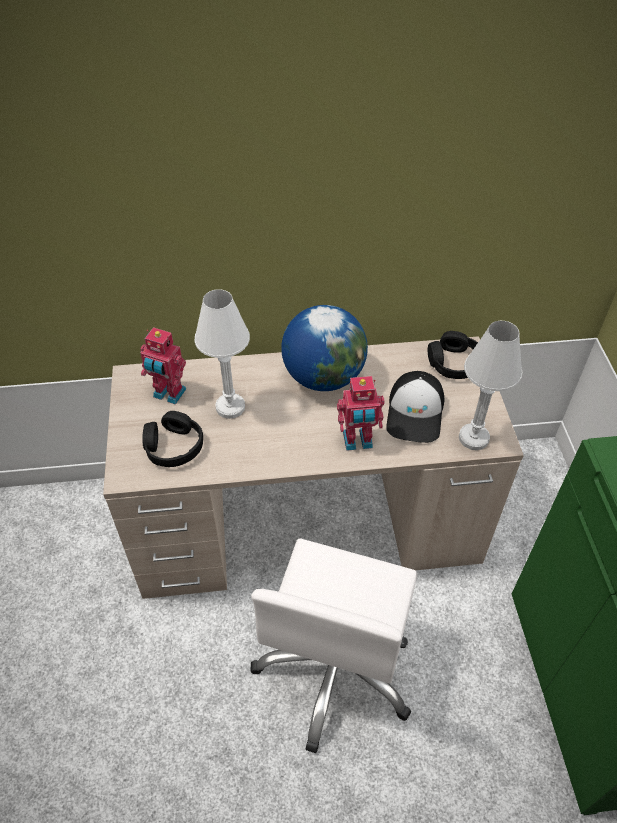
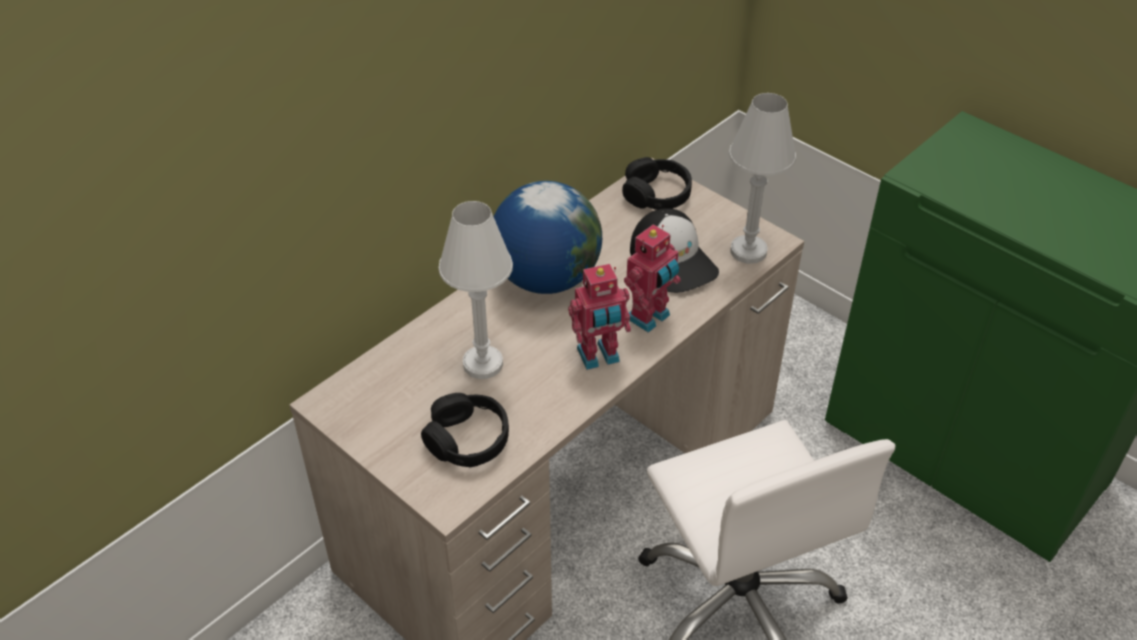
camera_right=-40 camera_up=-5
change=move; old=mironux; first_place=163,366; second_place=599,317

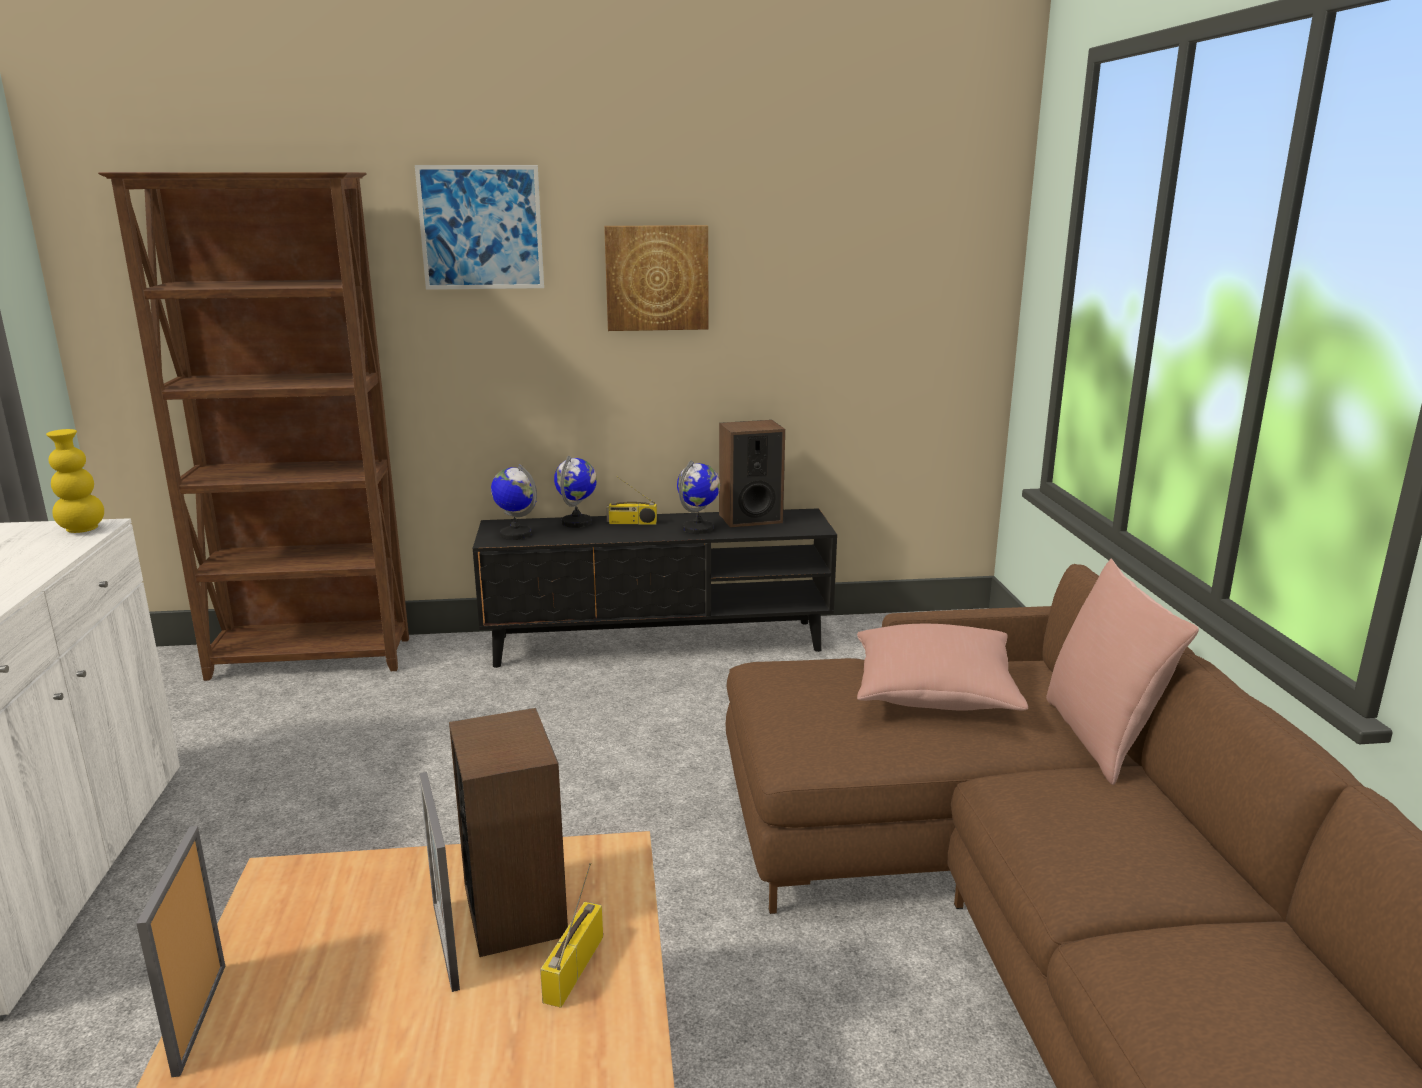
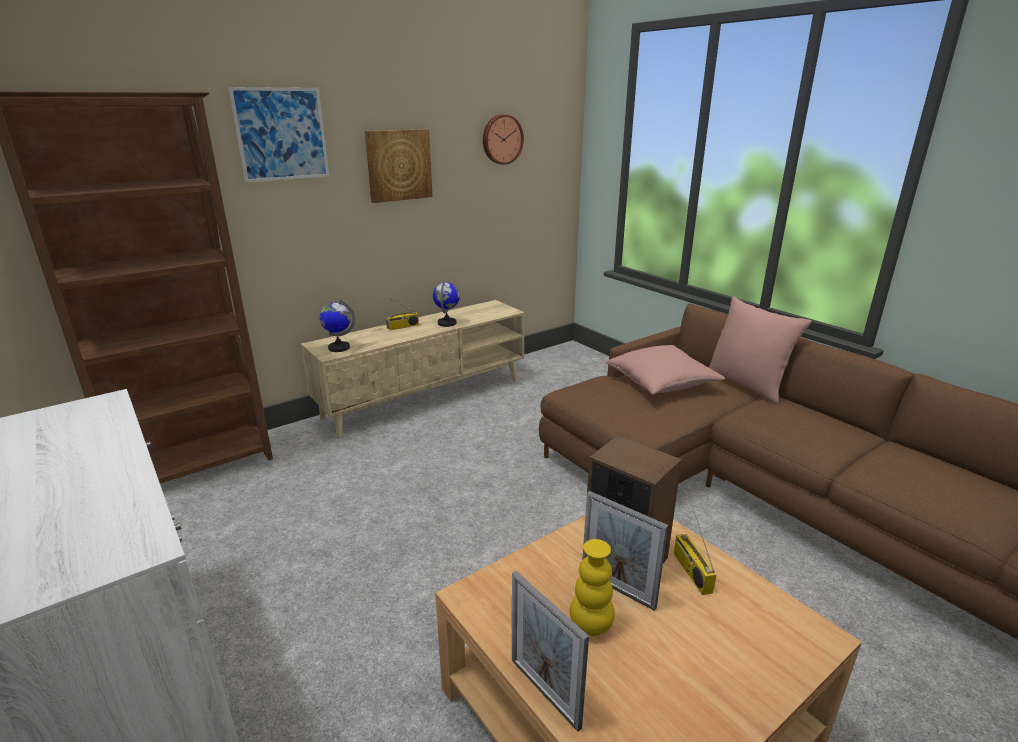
camera_right=-30 camera_up=5
change=delete; old=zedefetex; first_place=752,474
change=move; old=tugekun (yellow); first_place=75,481; second_place=592,587
change=delete; old=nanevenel; first_place=575,491
change=recolor; old=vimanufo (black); new=vimanufo (beige); first_place=655,588; second_place=413,369
change=insert; new=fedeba; second_place=503,139

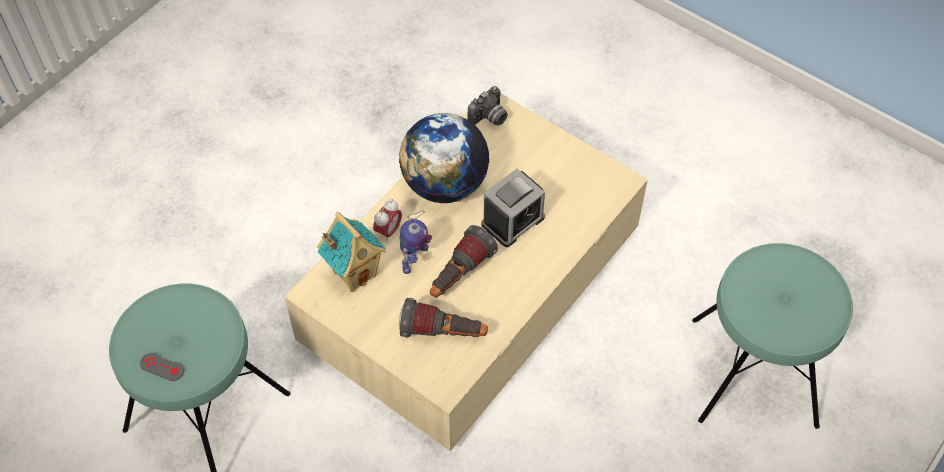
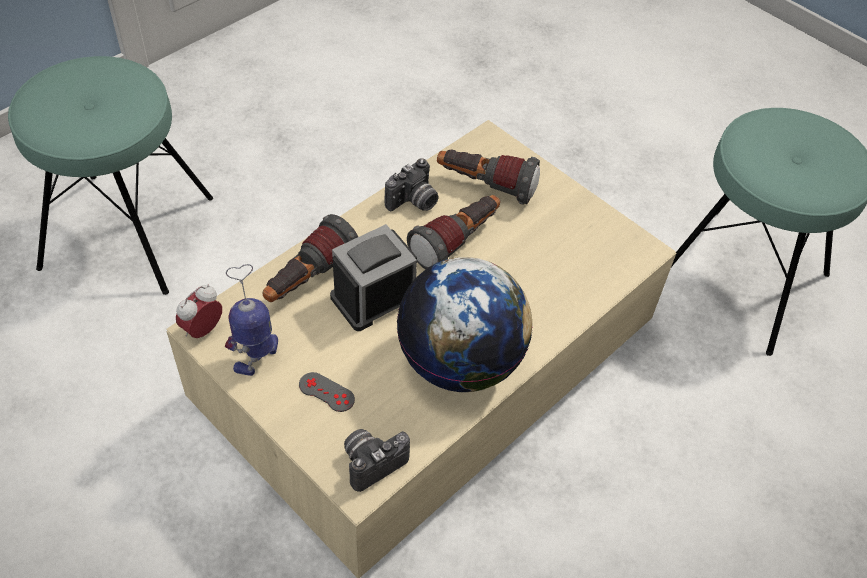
camera_right=-175 camera_up=-5
change=move; old=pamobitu; first_place=387,220; second_place=199,311
change=move; old=mironux; first_place=416,242; second_place=251,320
change=delete; old=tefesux; first_place=351,252
change=move; old=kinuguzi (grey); first_place=162,367; second_place=327,392
change=insert; new=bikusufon; second_place=412,184
change=insert; new=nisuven; second_place=310,258

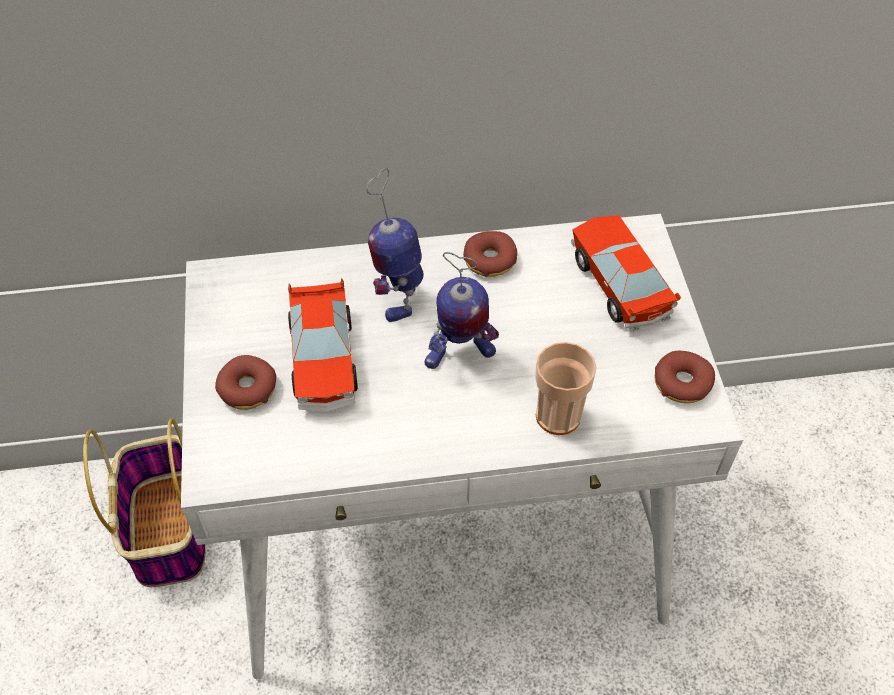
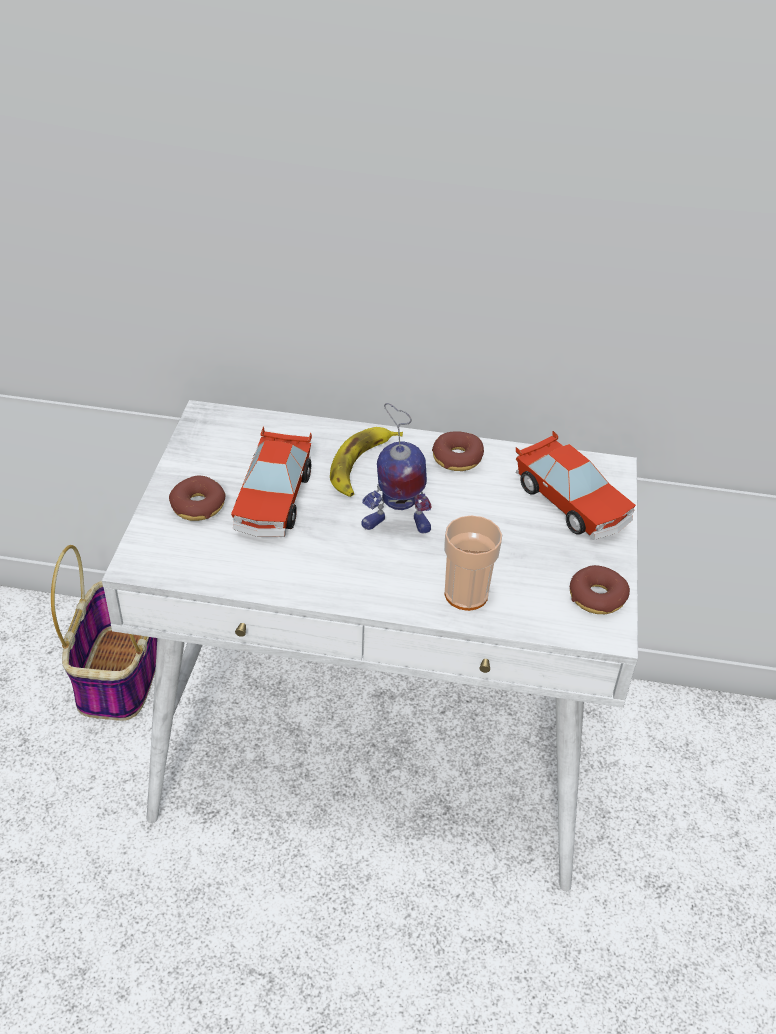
camera_right=15 camera_up=-10
change=replace; old=mironux; new=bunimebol; first_place=395,245; second_place=366,462
change=rotate; old=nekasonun; first_place=626,273; second_place=576,485; degrees=150

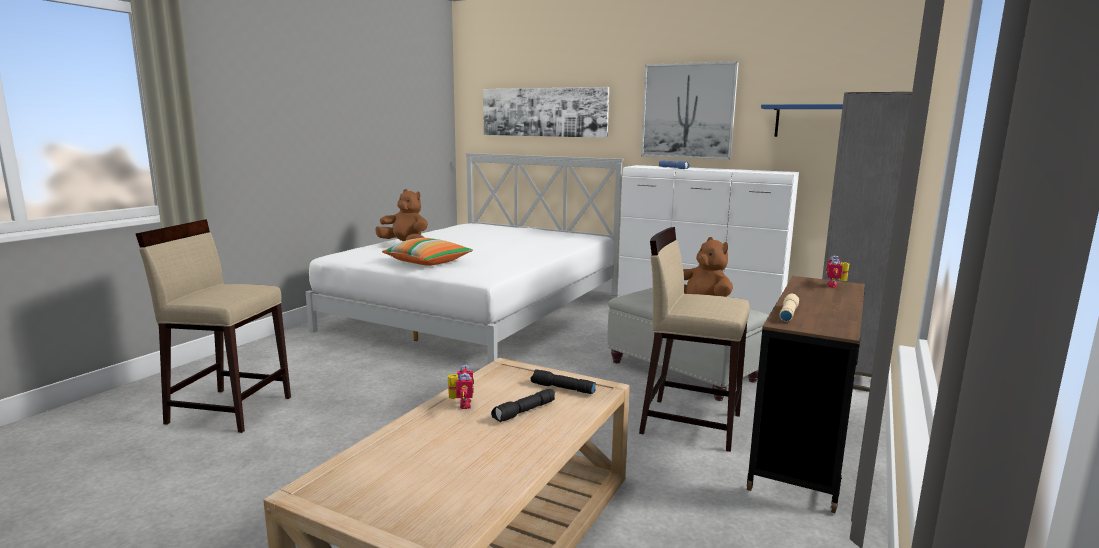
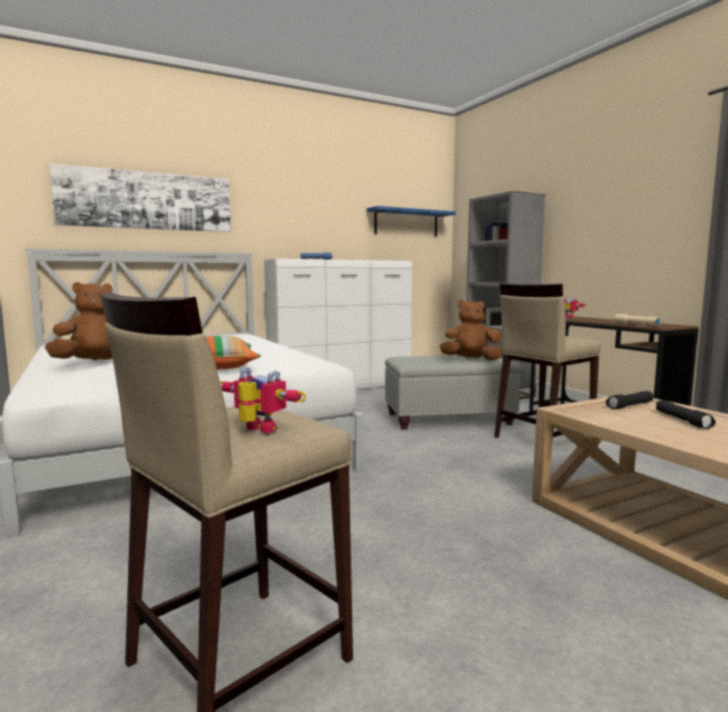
camera_right=-55 camera_up=-5
change=delete; old=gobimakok; first_place=690,110
change=move; old=mironux; first_place=461,387; second_place=263,400

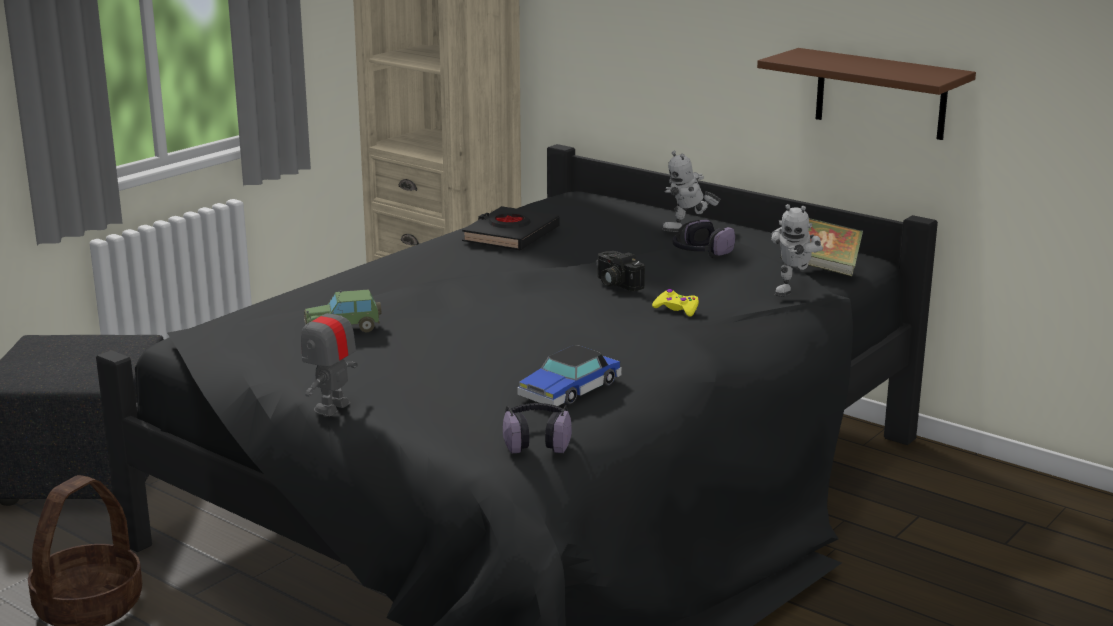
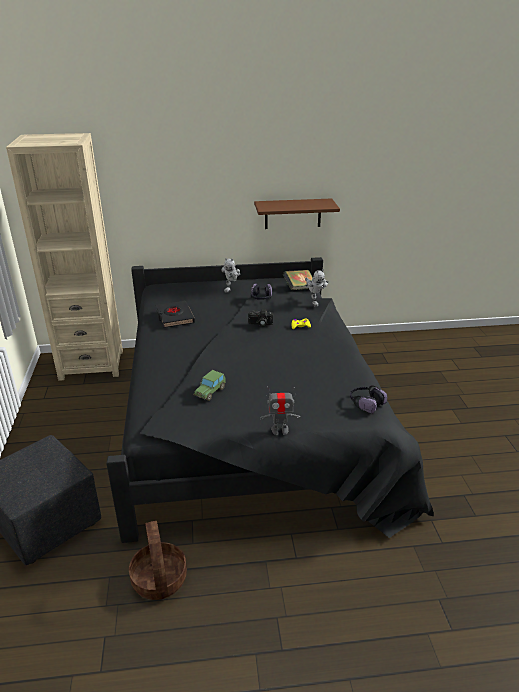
camera_right=-45 camera_up=10
change=rotate; old=mironux; first_place=329,353; second_place=280,411; degrees=-75
change=delete; old=nekasonun; first_place=569,375

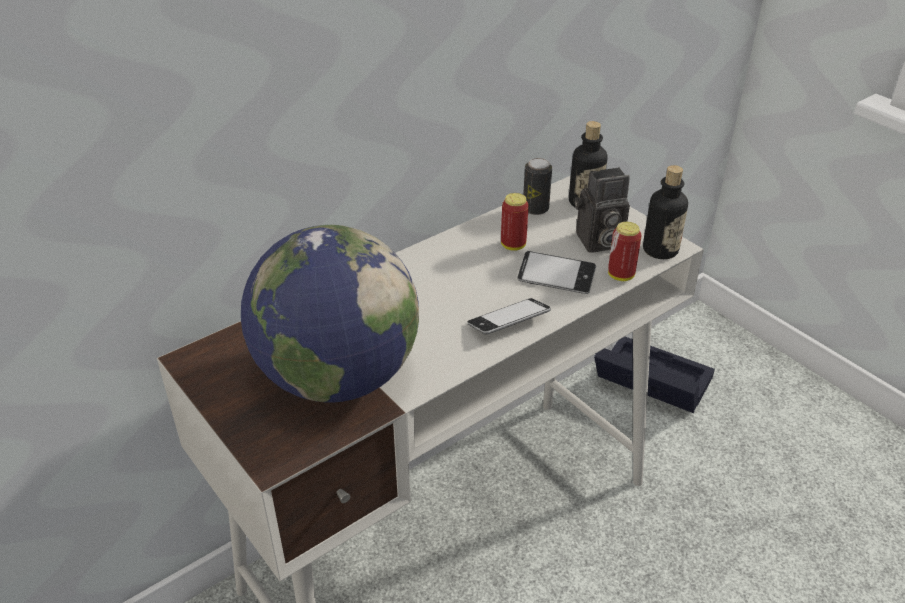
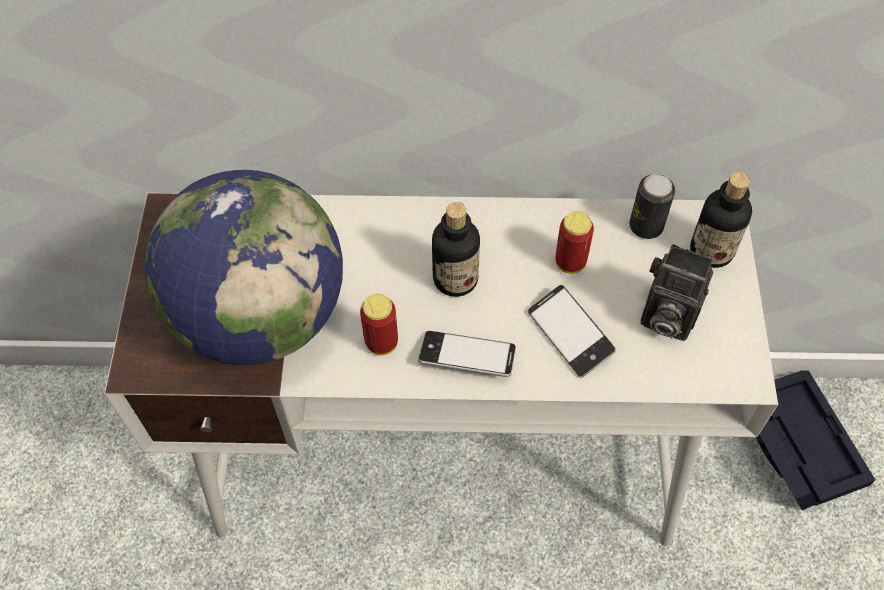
camera_right=40 camera_up=20
change=move; old=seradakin; first_place=665,212; second_place=456,249
change=move; old=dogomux; first_place=625,251; second_place=379,324

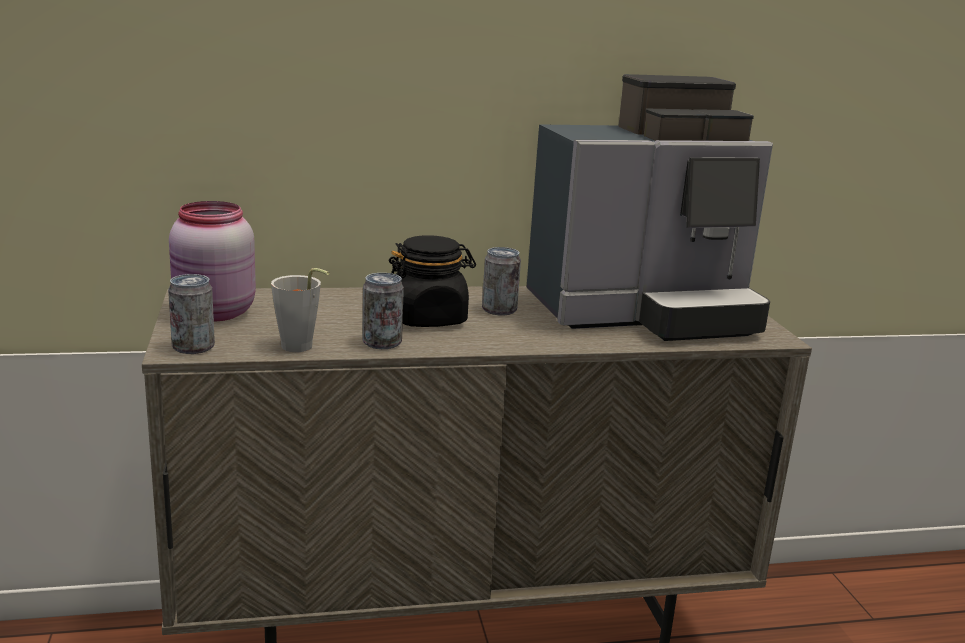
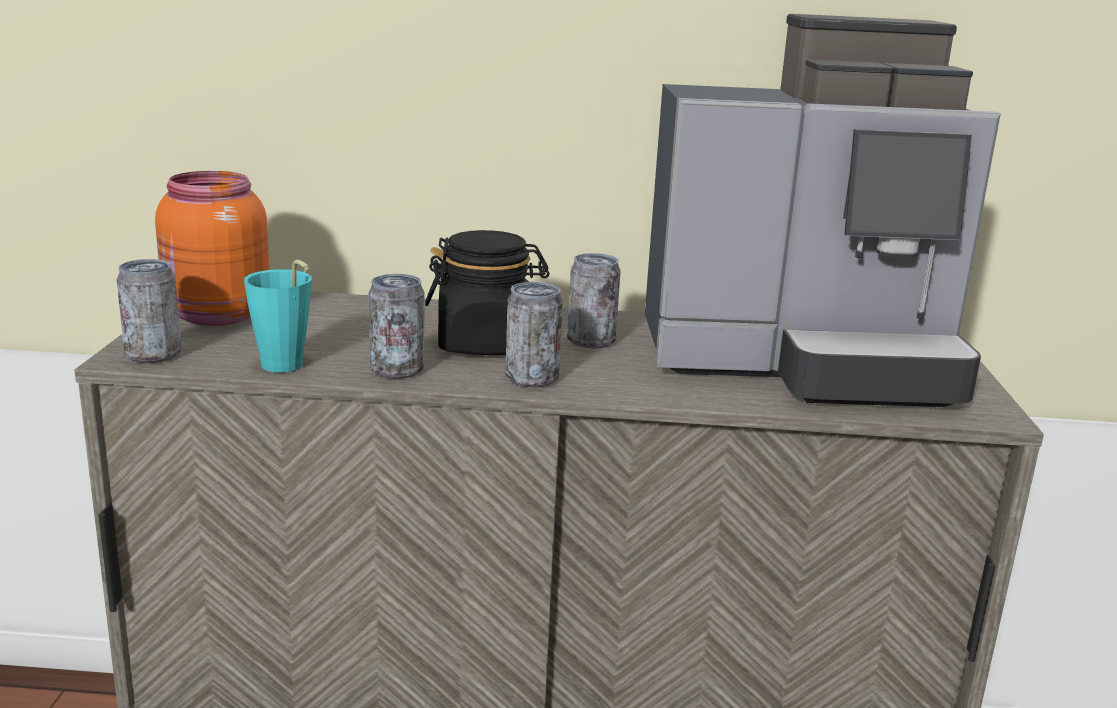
camera_right=15 camera_up=0
change=recolor; old=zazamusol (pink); new=zazamusol (orange); first_place=212,261; second_place=212,248
change=recolor; old=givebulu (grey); new=givebulu (turquoise); first_place=300,310; second_place=278,316
change=insert; new=dogomux; second_place=534,334

